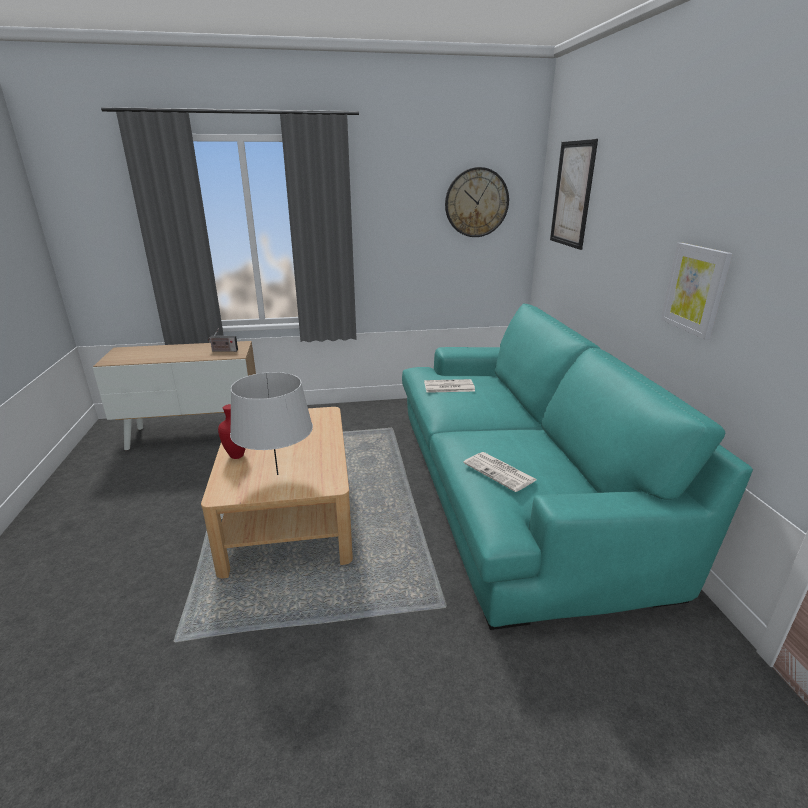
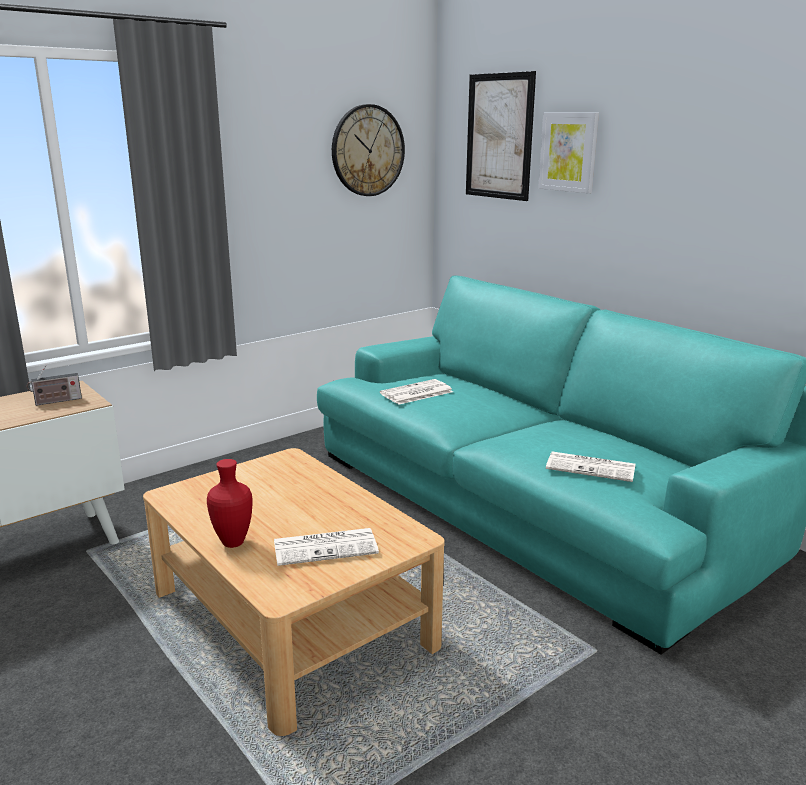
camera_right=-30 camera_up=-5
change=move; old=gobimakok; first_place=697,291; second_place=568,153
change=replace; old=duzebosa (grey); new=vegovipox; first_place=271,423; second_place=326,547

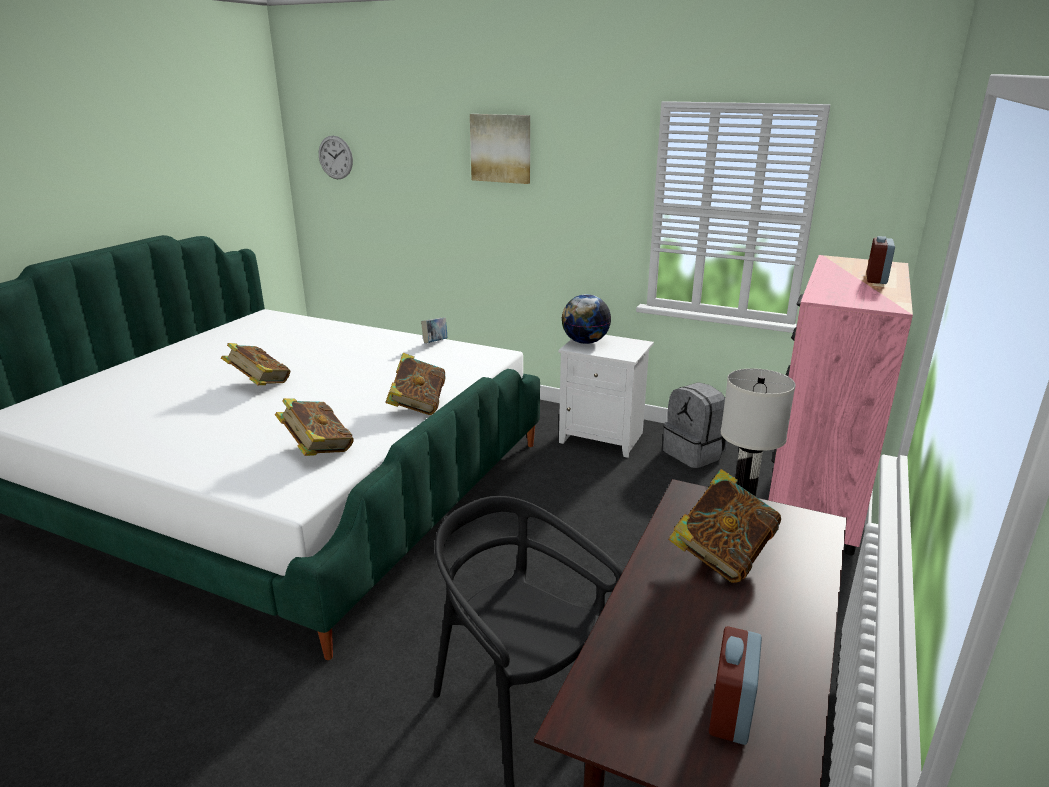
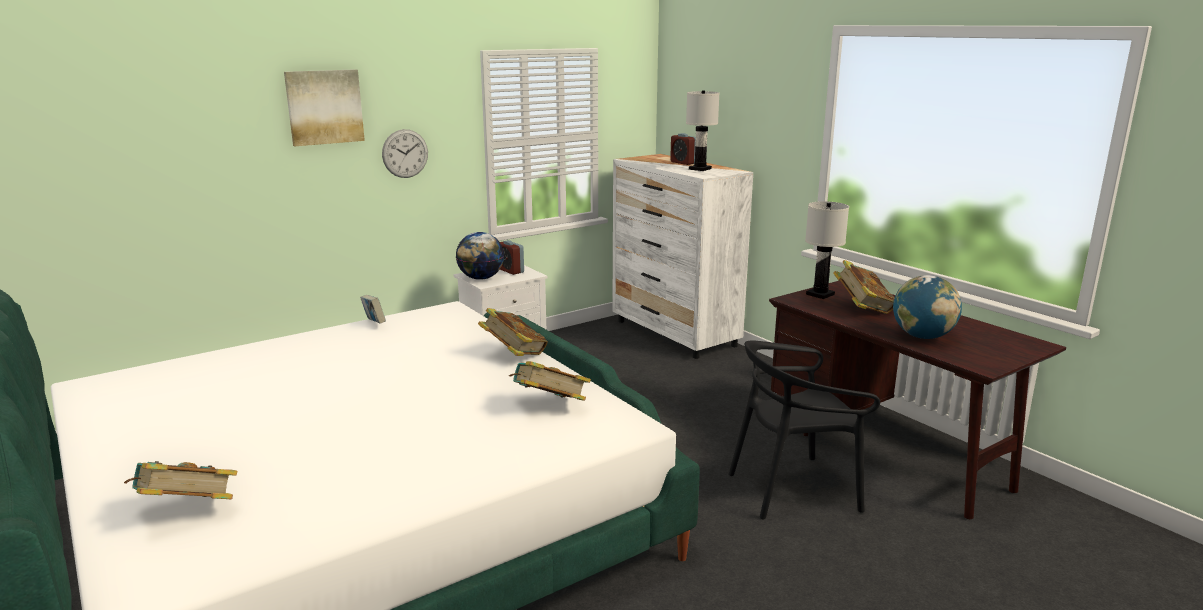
camera_right=-60 camera_up=-5
change=move; old=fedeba; first_place=336,157; second_place=405,153
change=recolor; old=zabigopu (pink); new=zabigopu (white); first_place=840,405; second_place=682,256
change=move; old=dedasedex; first_place=255,364; second_place=180,480
change=delete; old=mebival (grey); first_place=695,425
change=move; old=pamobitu; first_place=735,685; second_place=512,257
change=insert; new=duzebosa (white); second_place=703,131
change=insert; new=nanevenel; second_place=927,307

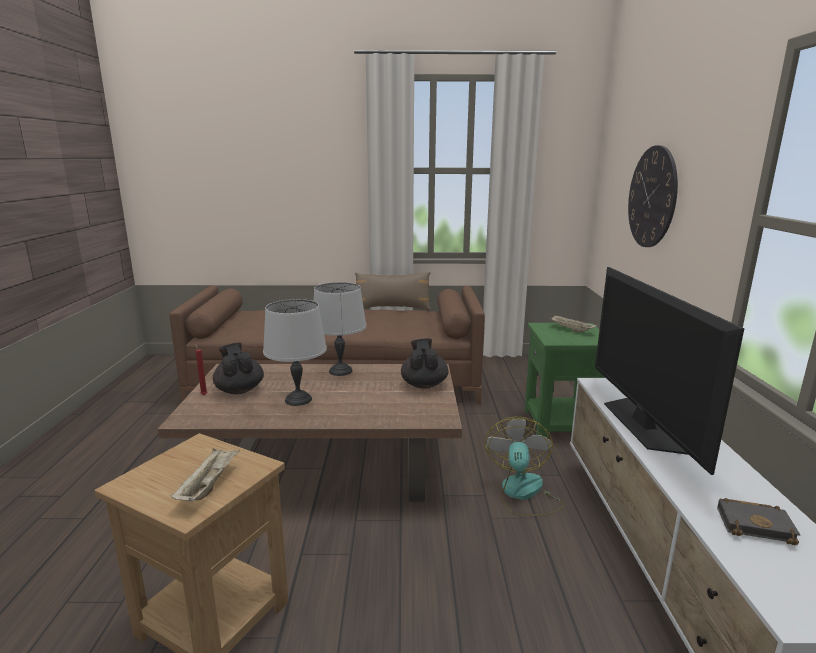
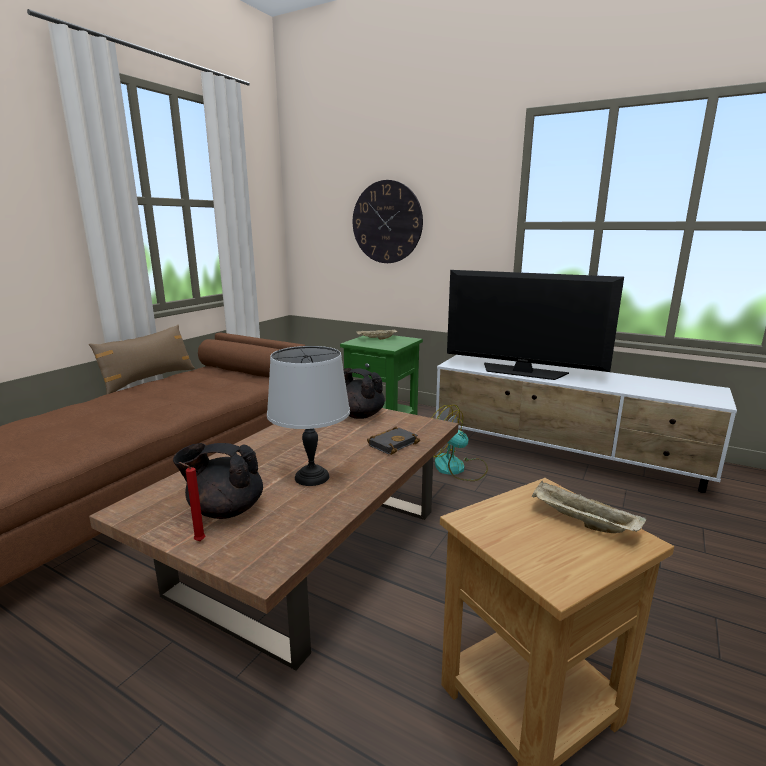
camera_right=-60 camera_up=0
change=delete; old=duzebosa (grey); first_place=340,329
change=move; old=dedasedex (black); first_place=758,521; second_place=393,441

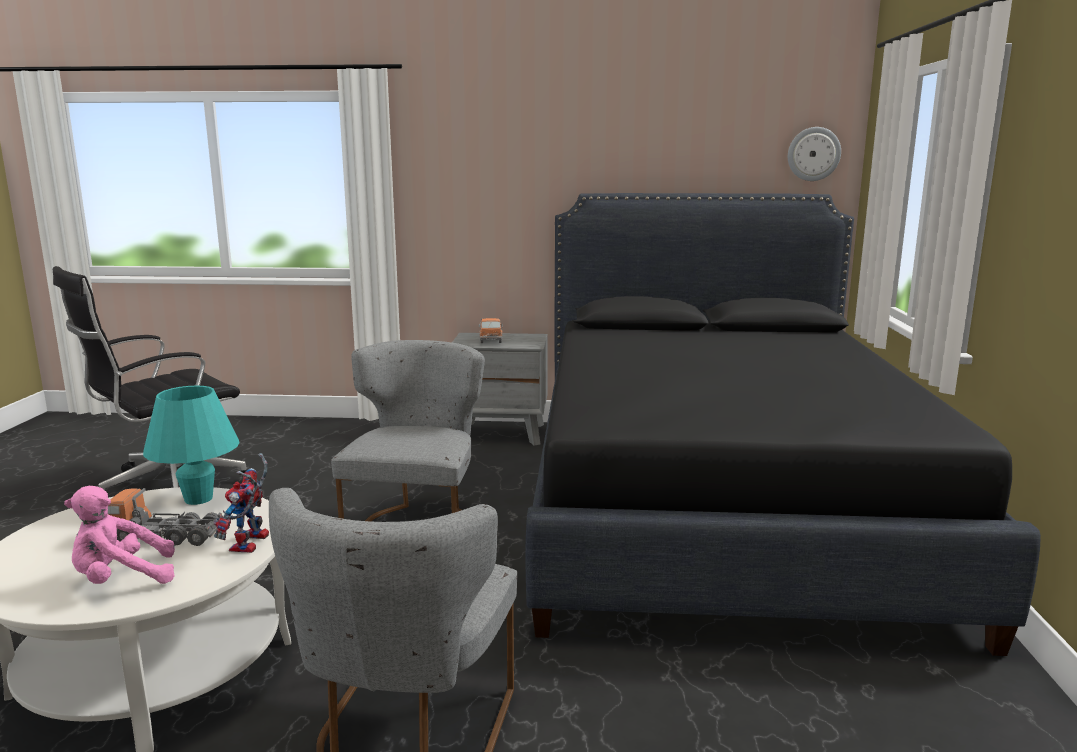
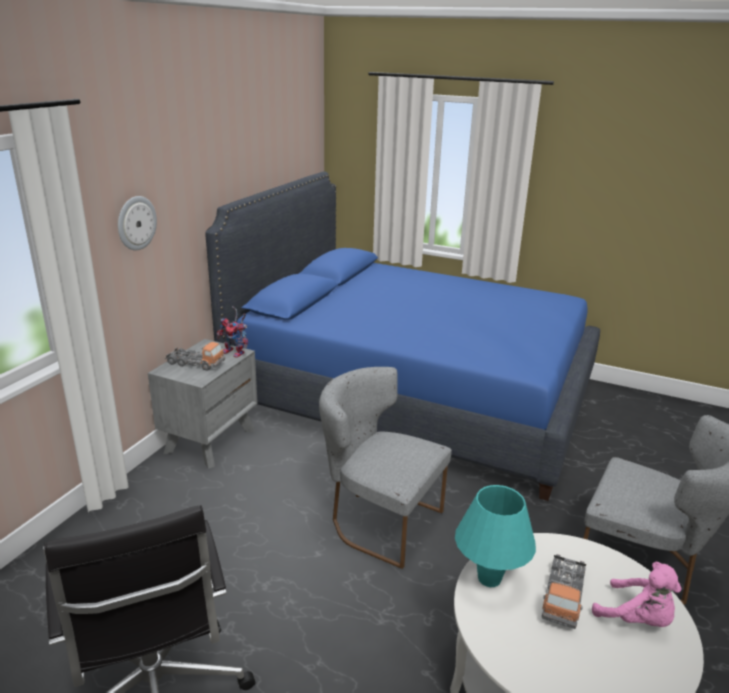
camera_right=-70 camera_up=10
change=move; old=fedeba; first_place=814,154; second_place=137,223
change=recolor; old=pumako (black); new=pumako (blue); first_place=783,424; second_place=402,336
change=move; old=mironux; first_place=241,503; second_place=232,332
change=rotate; old=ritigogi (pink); first_place=119,535; second_place=637,594; degrees=-45

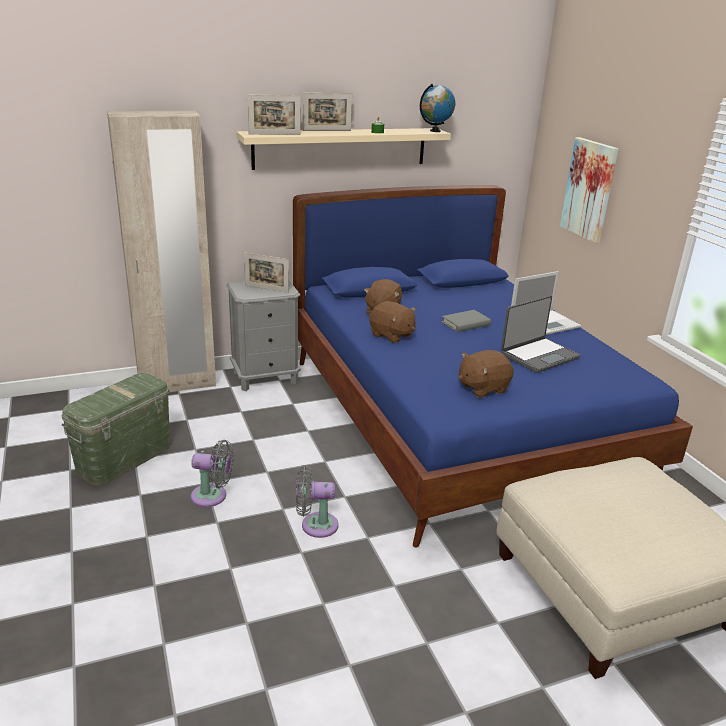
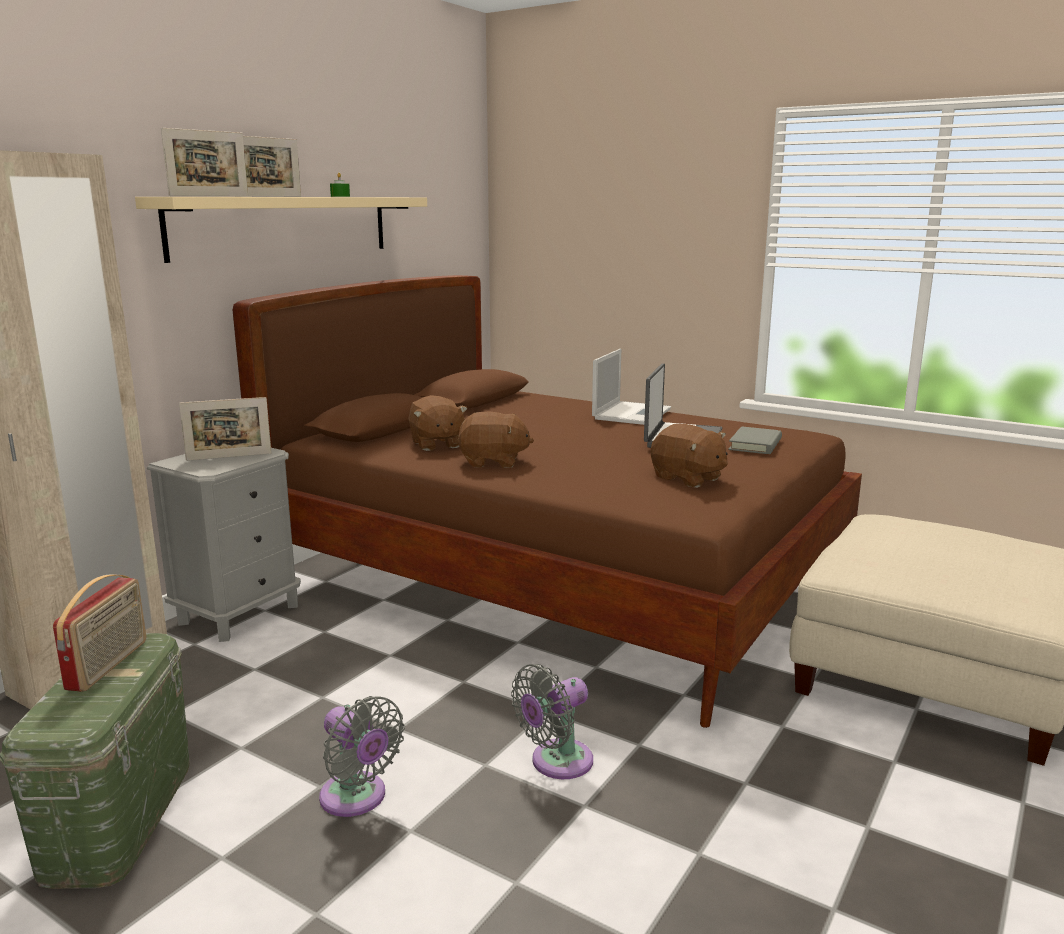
camera_right=-35 camera_up=-10
change=delete; old=nanevenel; first_place=437,108
change=delete; old=gobimakok; first_place=589,190
change=recolor; old=pumako (blue); new=pumako (brown); first_place=493,366; second_place=547,501
change=move; old=dedasedex (grey); first_place=466,321; second_place=755,440
change=rotate; old=ritigogi (brown); first_place=486,374; second_place=689,456; degrees=-75
change=rotate; old=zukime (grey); first_place=212,473; second_place=362,756; degrees=75
change=insert; new=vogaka; second_place=99,633

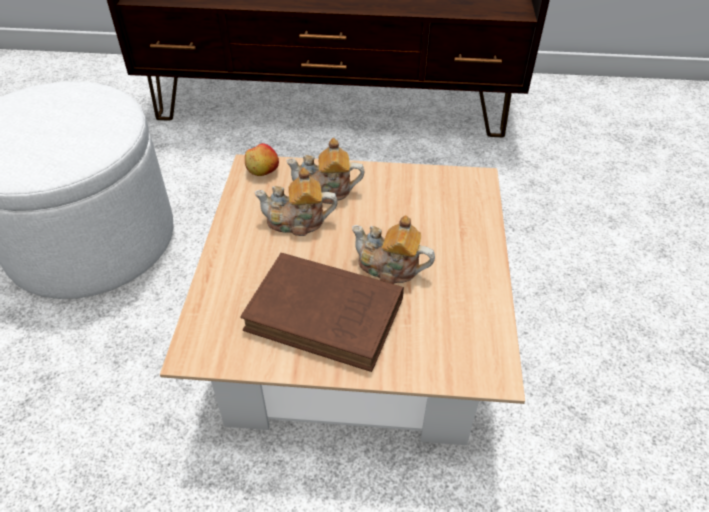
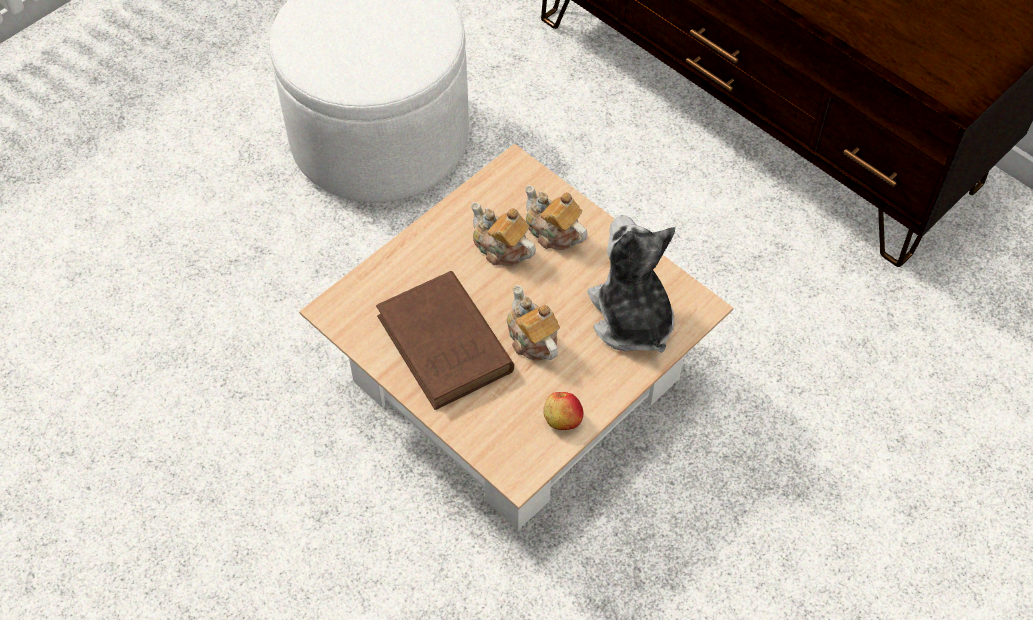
camera_right=40 camera_up=10
change=move; old=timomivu; first_place=262,159; second_place=563,411
change=insert; new=ritigogi; second_place=631,284

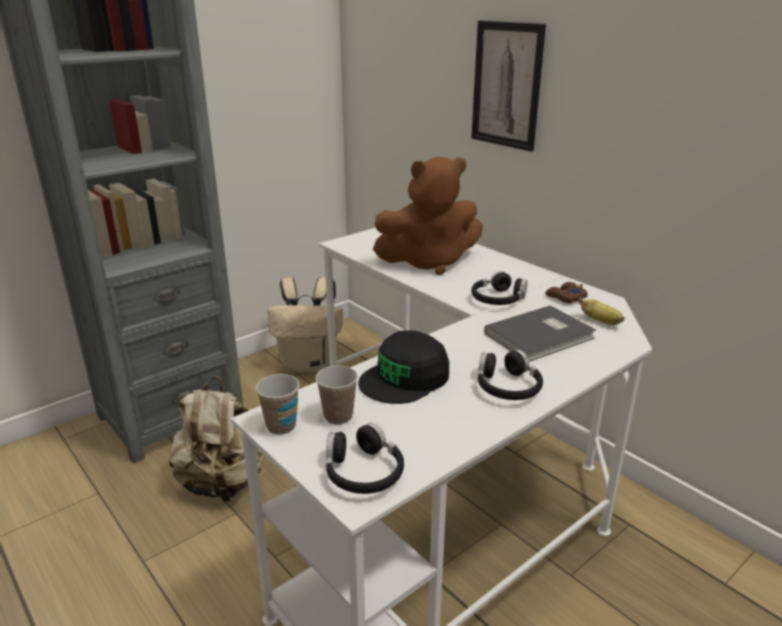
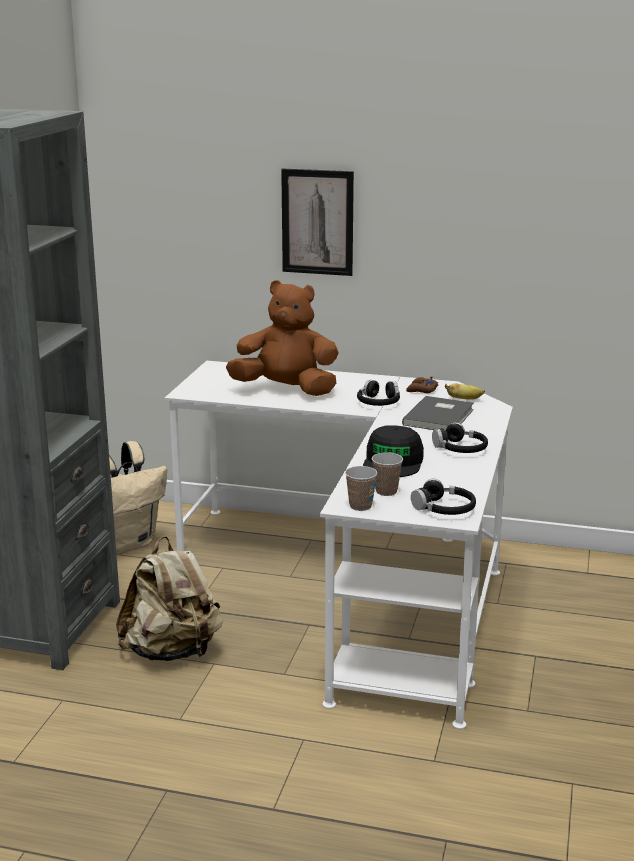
camera_right=-35 camera_up=-5
change=rotate; old=ritigogi (brown); first_place=428,216; second_place=282,338; degrees=-120

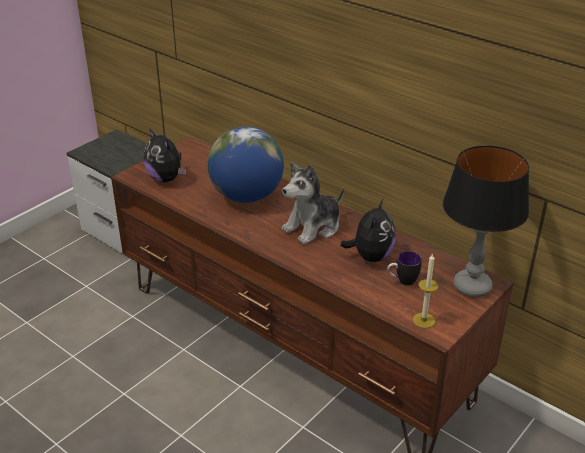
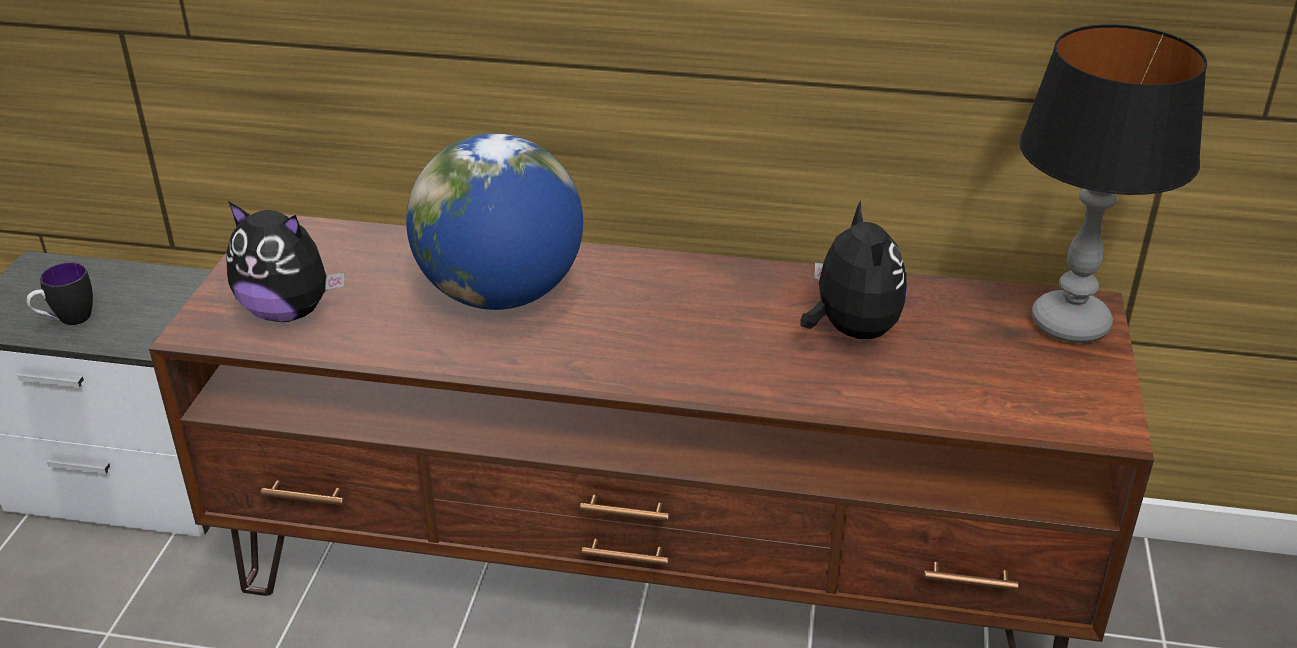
camera_right=-30 camera_up=0
change=delete; old=ritigogi; first_place=313,203
change=move; old=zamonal; first_place=404,268; second_place=59,294
change=delete; old=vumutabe; first_place=425,290

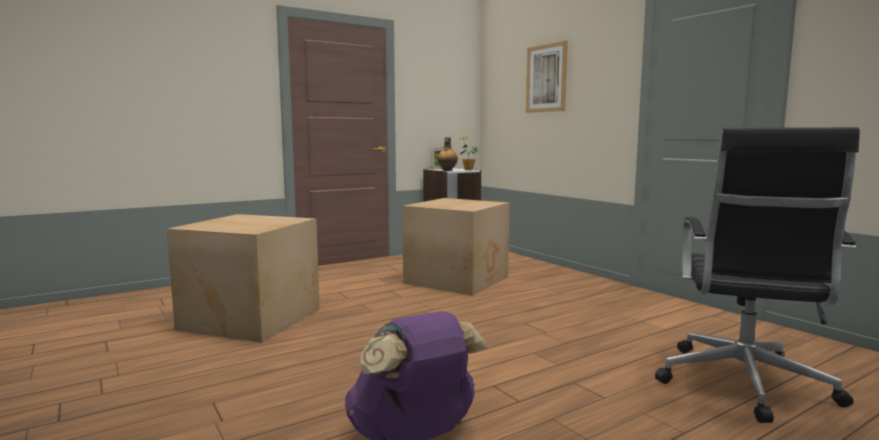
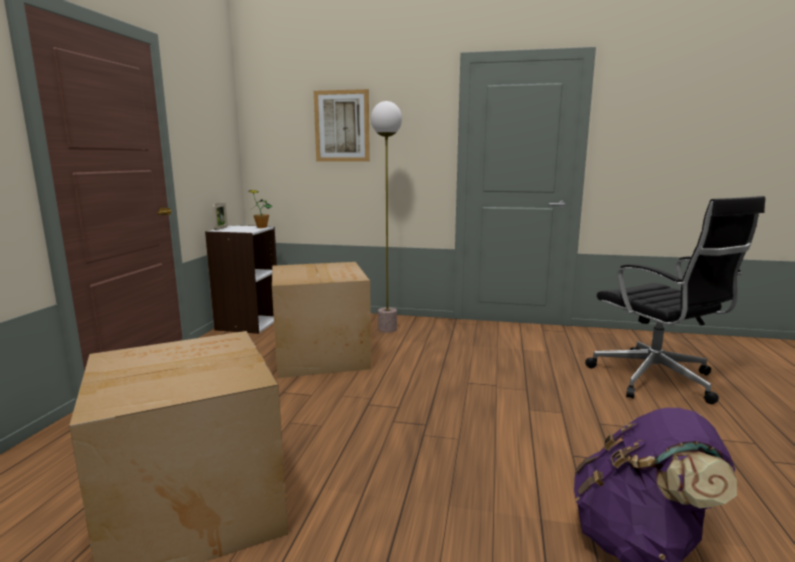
camera_right=-45 camera_up=5
change=delete; old=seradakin; first_place=447,154
change=insert; new=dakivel; second_place=386,217

